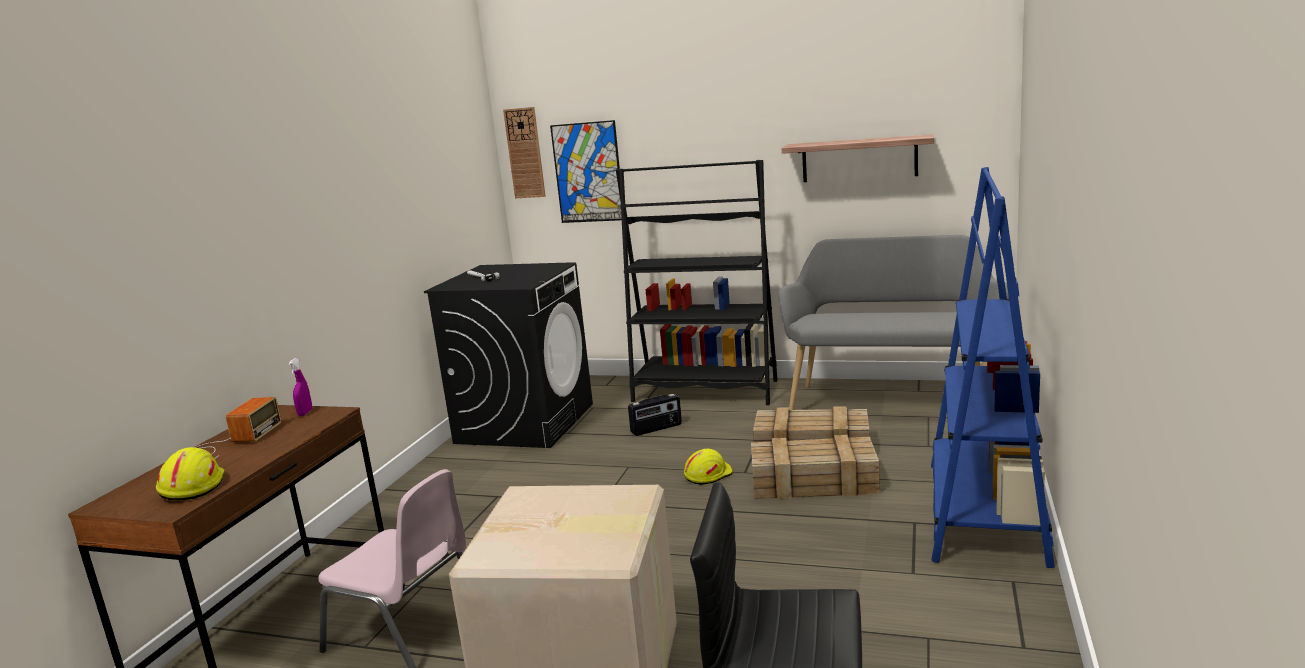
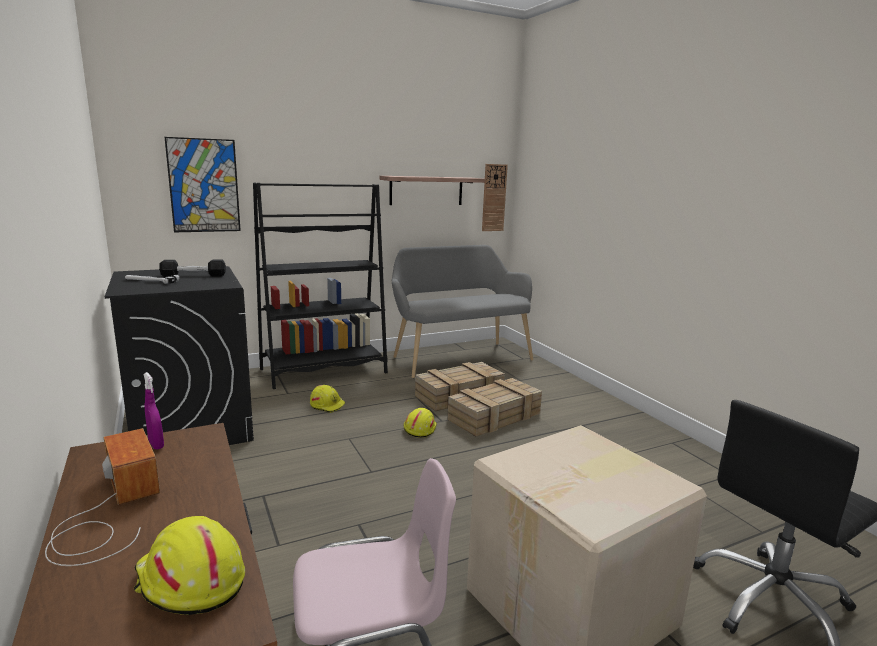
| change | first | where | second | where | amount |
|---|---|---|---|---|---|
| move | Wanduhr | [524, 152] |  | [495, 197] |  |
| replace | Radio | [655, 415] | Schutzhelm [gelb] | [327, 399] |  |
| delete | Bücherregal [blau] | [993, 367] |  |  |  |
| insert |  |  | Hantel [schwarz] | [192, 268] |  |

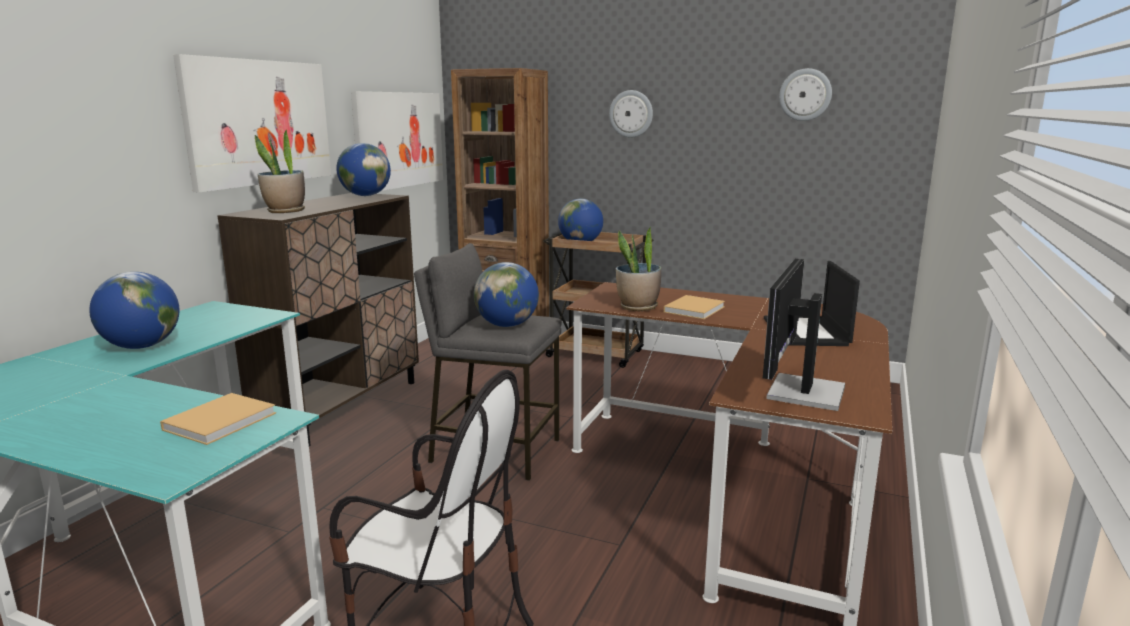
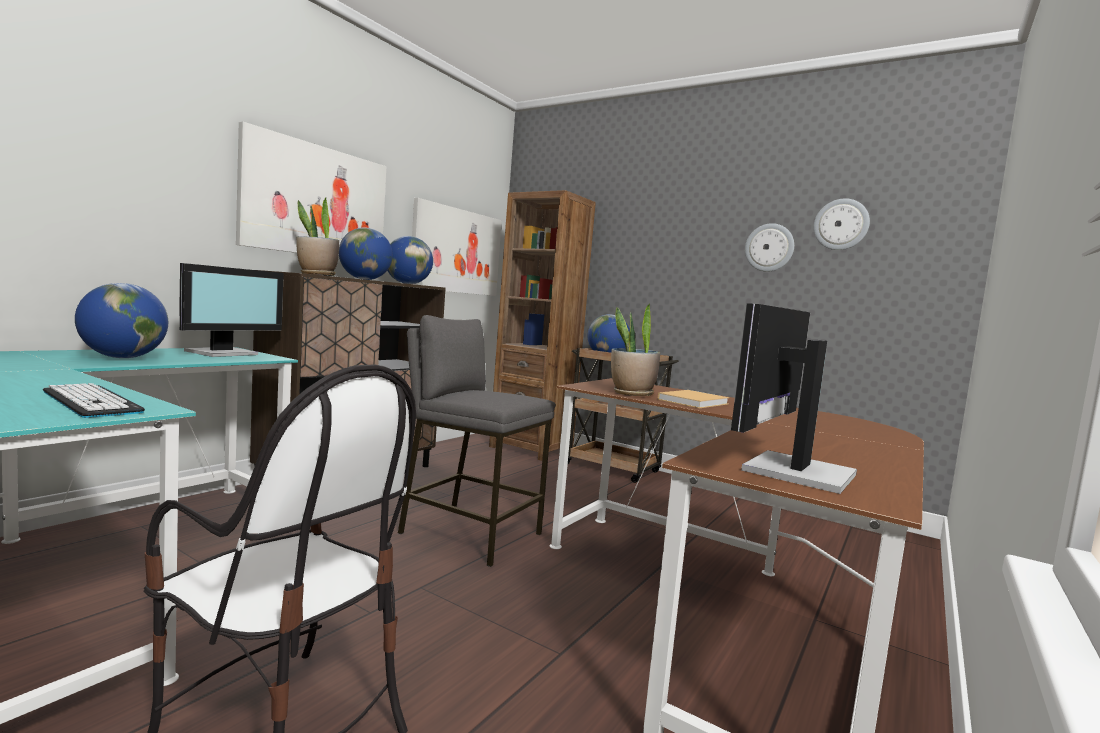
| change | first | where | second | where | amount |
|---|---|---|---|---|---|
| replace | Buch [beige] | [218, 419] | Tastatur | [94, 400] |  |
| move | Globus | [506, 294] |  | [366, 253] |  |
| move | Wanduhr | [631, 114] |  | [769, 247] |  |
| delete | Laptop | [812, 303] |  |  |  |
| insert |  |  | Monitor | [231, 310] |  |

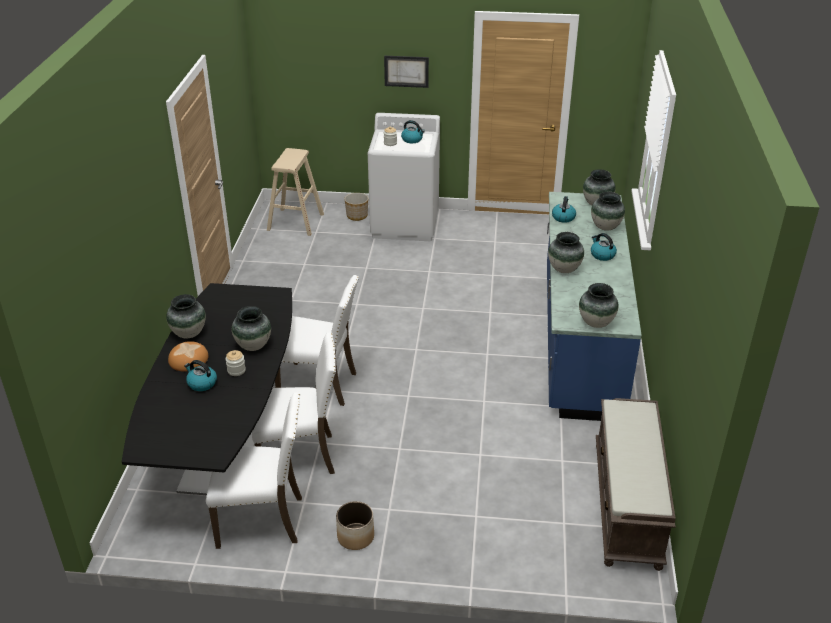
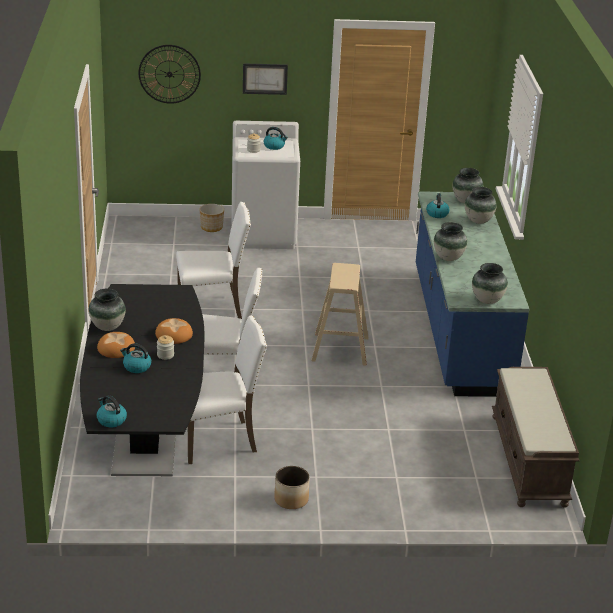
| change | first | where | second | where | amount |
|---|---|---|---|---|---|
| move | Stuhl [weiß] | [254, 470] |  | [213, 260] |  |
| replace | Vase | [251, 328] | Brot | [174, 331] |  |
| move | Hocker [beige] | [295, 192] |  | [340, 314] |  |
| move | Wasserkessel | [604, 247] |  | [112, 411] |  |
| insert |  |  | Wanduhr | [170, 74] |  |

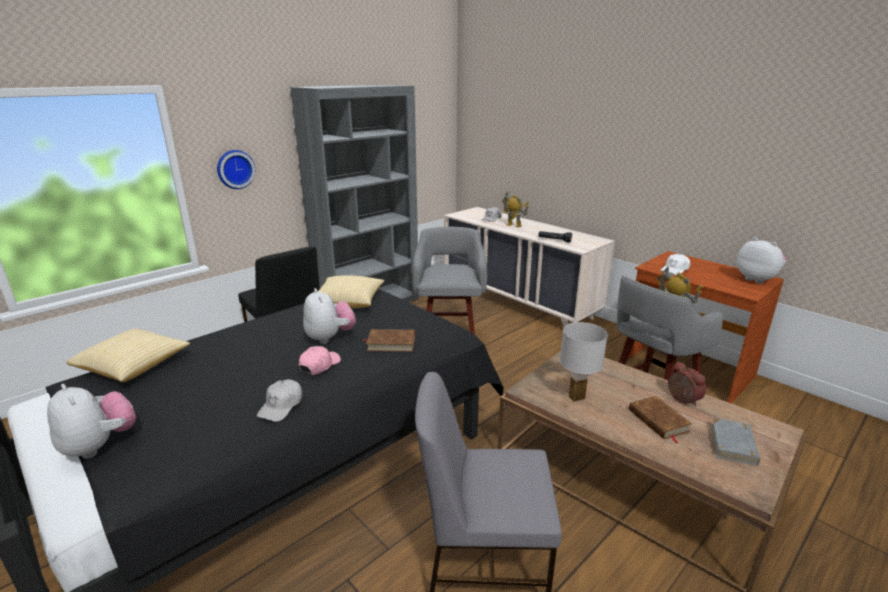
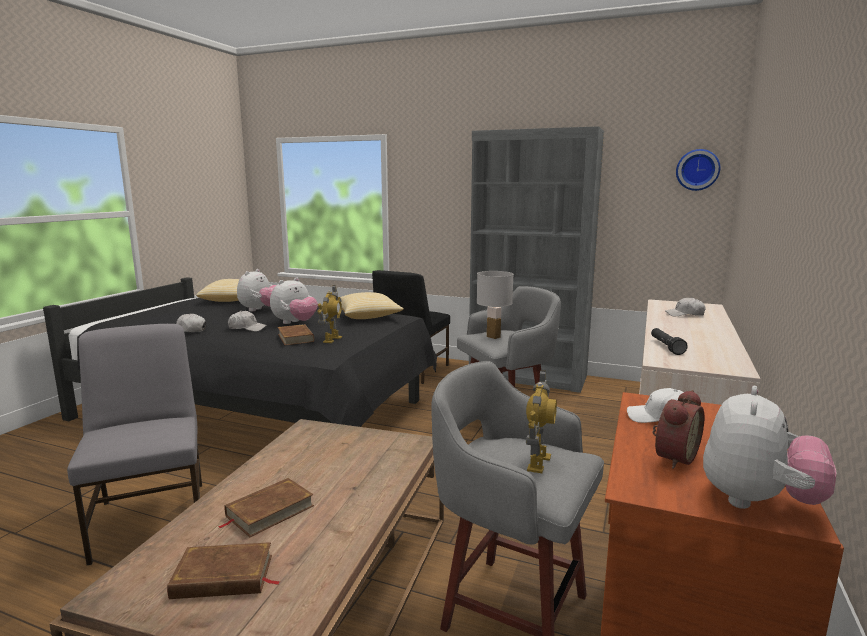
| change | first | where | second | where | amount |
|---|---|---|---|---|---|
| move | Plüschtier | [91, 421] |  | [256, 290] |  |
| move | Wanduhr | [236, 169] |  | [698, 170] |  |
| recolor | Kappe [rosa] | [320, 360] | Kappe [weiß] | [247, 321] |  |
| move | Spielzeugroboter | [515, 209] |  | [329, 314] |  |
| move | Tischlampe [weiß] | [584, 361] |  | [495, 305] |  |
| move | Wecker | [687, 383] |  | [678, 429] |  |
| recolor | Buch [grau] | [735, 441] | Buch [braun] | [224, 570] |  |

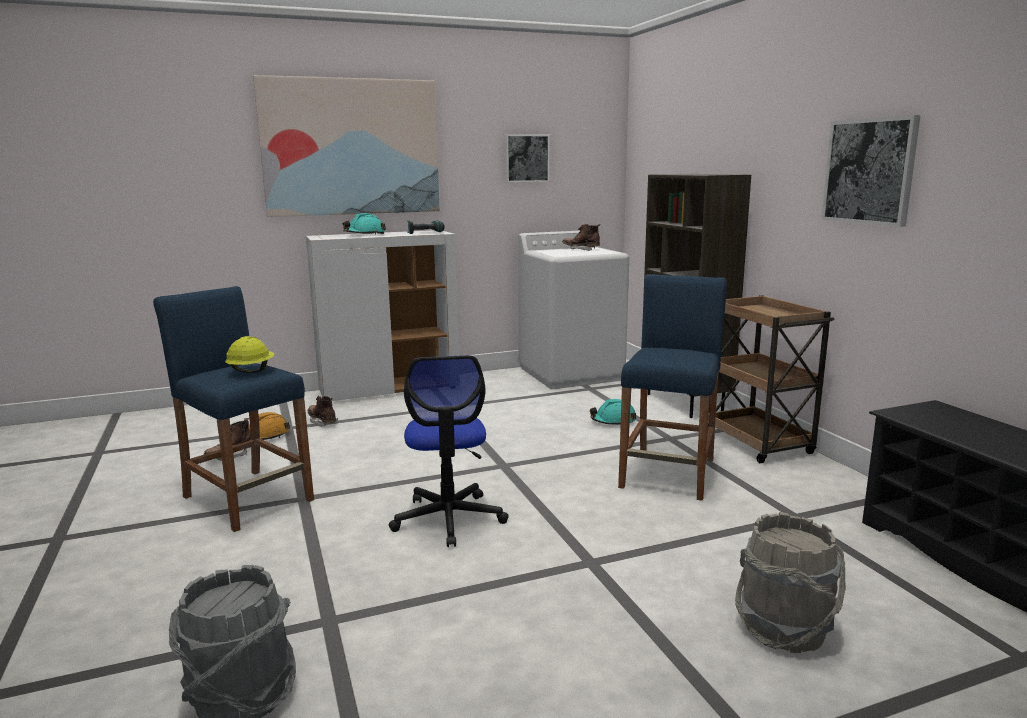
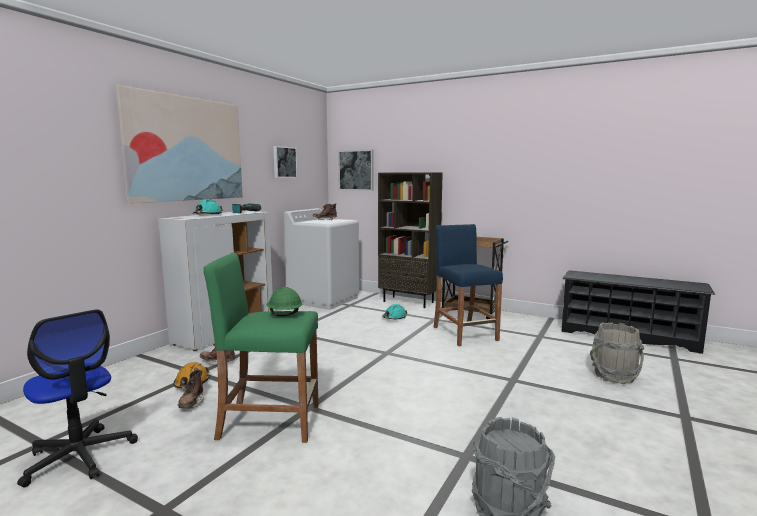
| change | first | where | second | where | amount |
|---|---|---|---|---|---|
| recolor | Hocker [blau] | [233, 409] | Hocker [grün] | [261, 348] |  |
| recolor | Schutzhelm [gelb] | [250, 354] | Schutzhelm [grün] | [284, 301] |  |
| move | Bürostuhl | [449, 451] |  | [77, 398] |  |
| move | Bild | [871, 171] |  | [356, 170] |  |

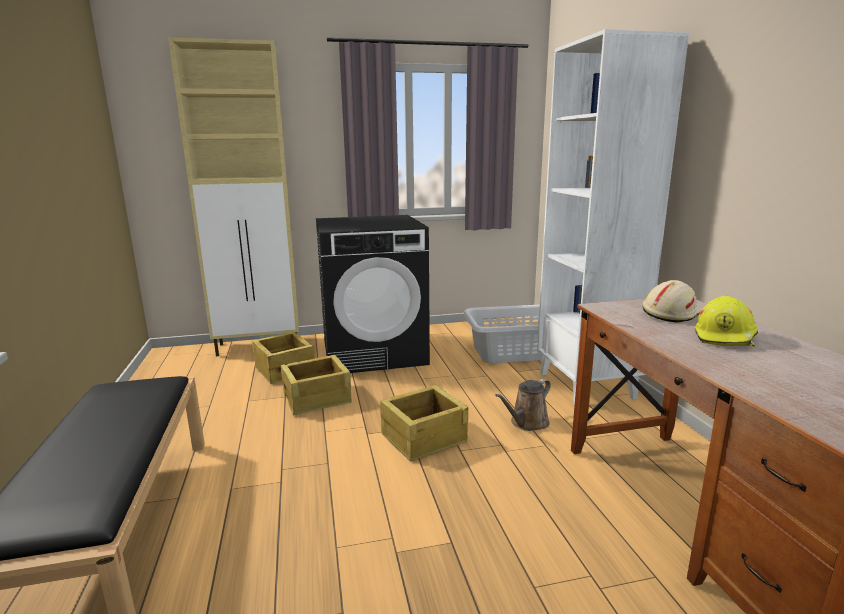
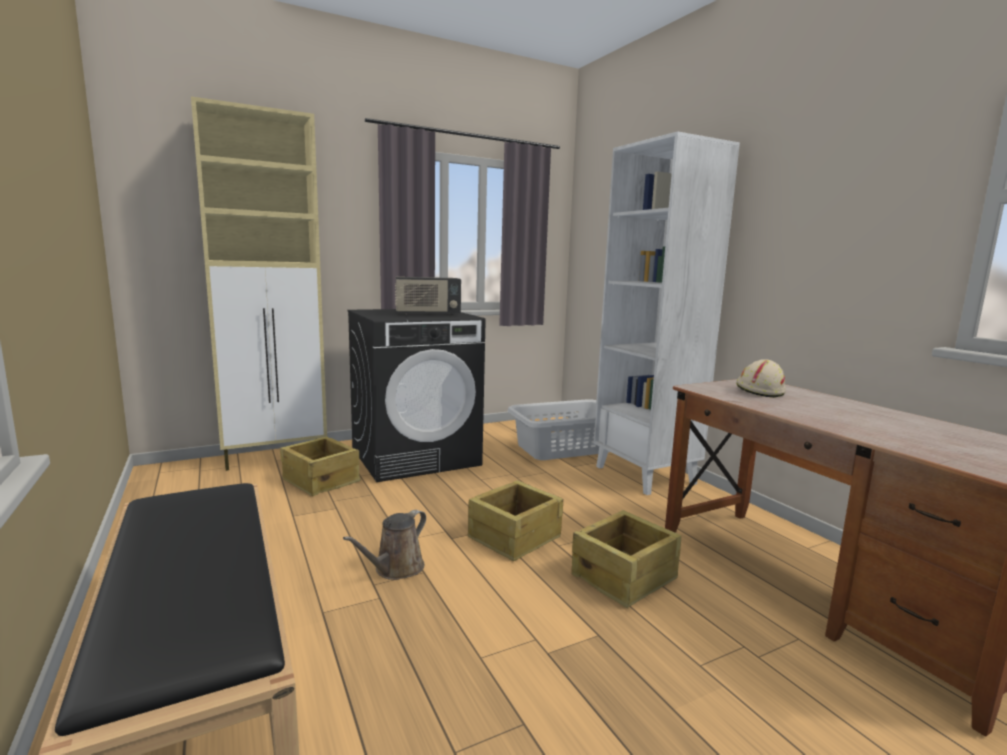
| change | first | where | second | where | amount |
|---|---|---|---|---|---|
| move | Kiste | [316, 385] |  | [626, 559] |  |
| move | Gießkanne [braun] | [523, 404] |  | [384, 545] |  |
| delete | Schutzhelm [gelb] | [726, 321] |  |  |  |
| insert |  |  | Radio | [428, 296] |  |

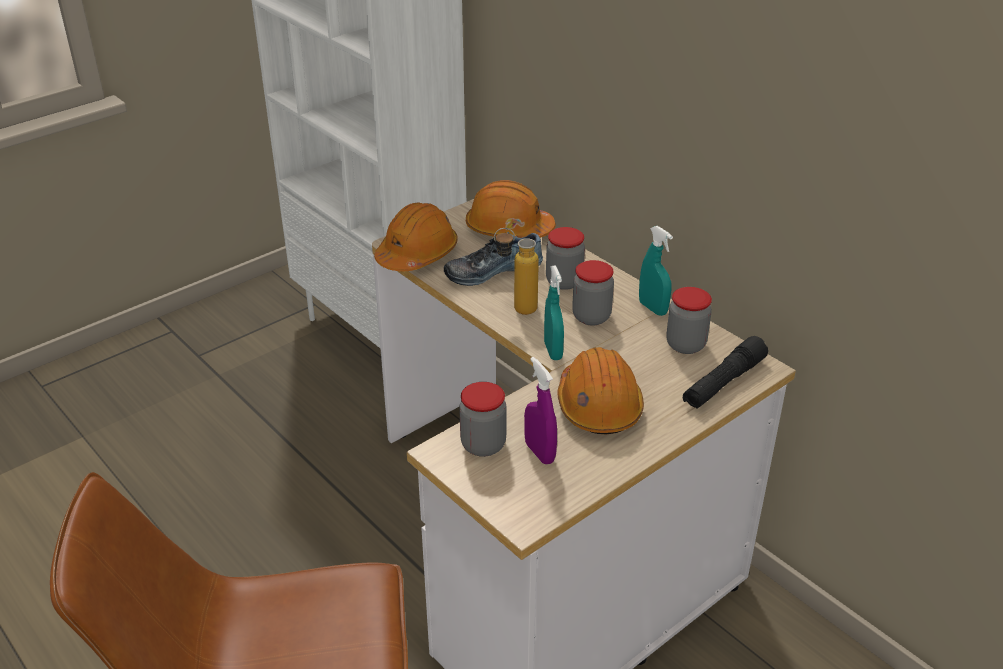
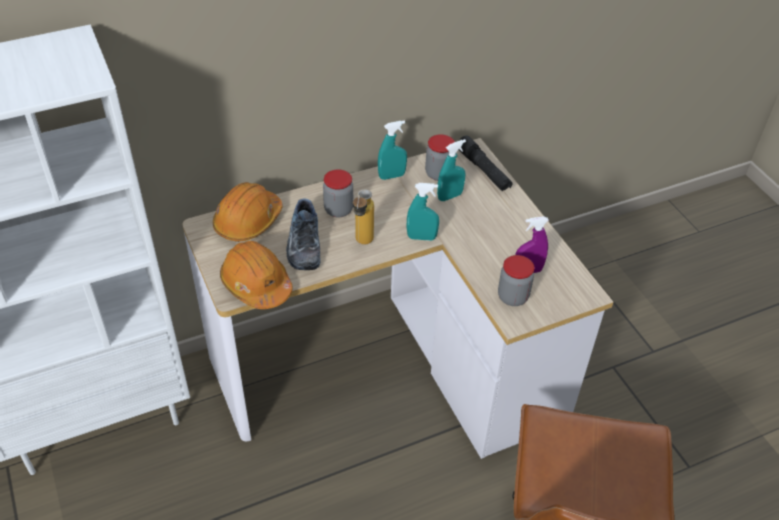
| change | first | where | second | where | amount |
|---|---|---|---|---|---|
| delete | Schutzhelm [orange] | [600, 391] |  |  |  |
| delete | Vorratsglas | [593, 292] |  |  |  |
| insert |  |  | Sprühflasche [türkis] | [451, 170] |  |

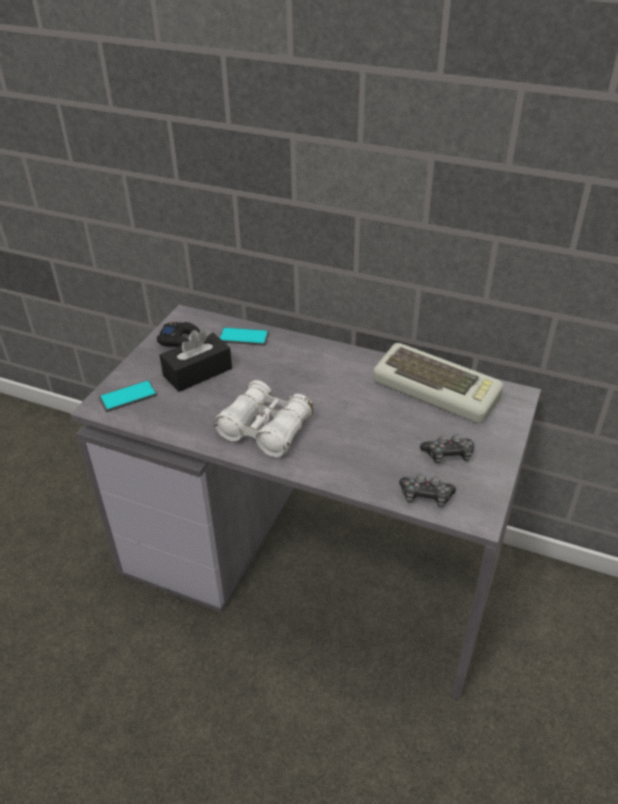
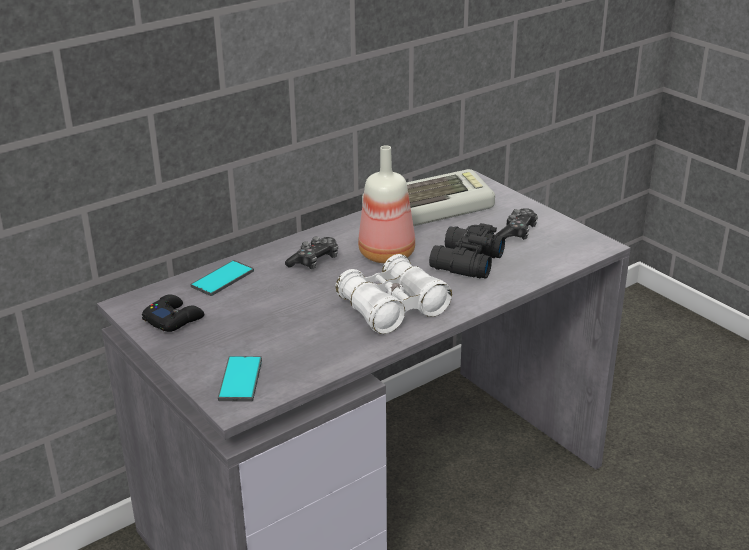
| change | first | where | second | where | amount |
|---|---|---|---|---|---|
| delete | Taschentuchbox [schwarz] | [196, 360] |  |  |  |
| move | Gamepad | [427, 491] |  | [311, 252] |  |
| insert |  |  | Flasche | [386, 204] |  |
| insert |  |  | Fernglas [schwarz] | [467, 251] |  |

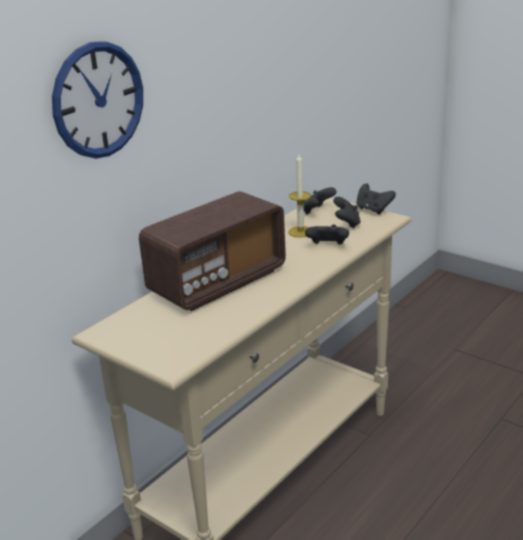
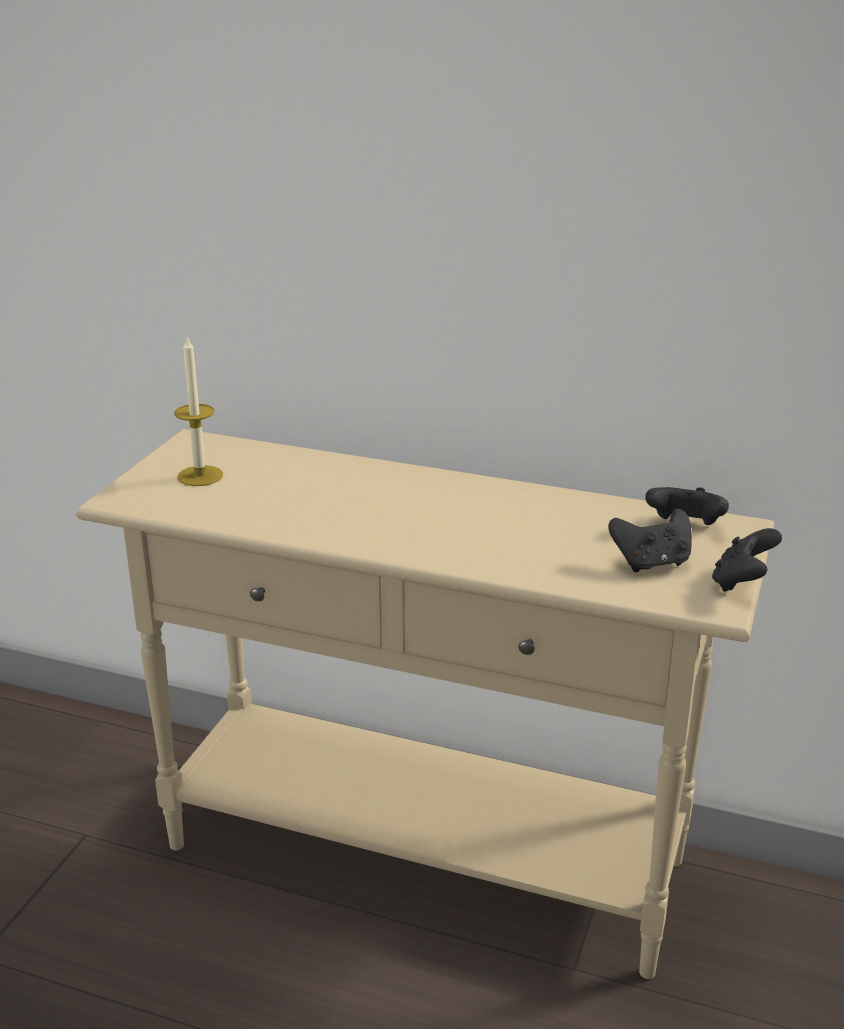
| change | first | where | second | where | amount |
|---|---|---|---|---|---|
| delete | Wanduhr | [97, 100] |  |  |  |
| delete | Radio | [212, 251] |  |  |  |
| move | Kerze | [299, 196] |  | [198, 411] |  |
| delete | Gamepad [schwarz] | [327, 235] |  |  |  |

